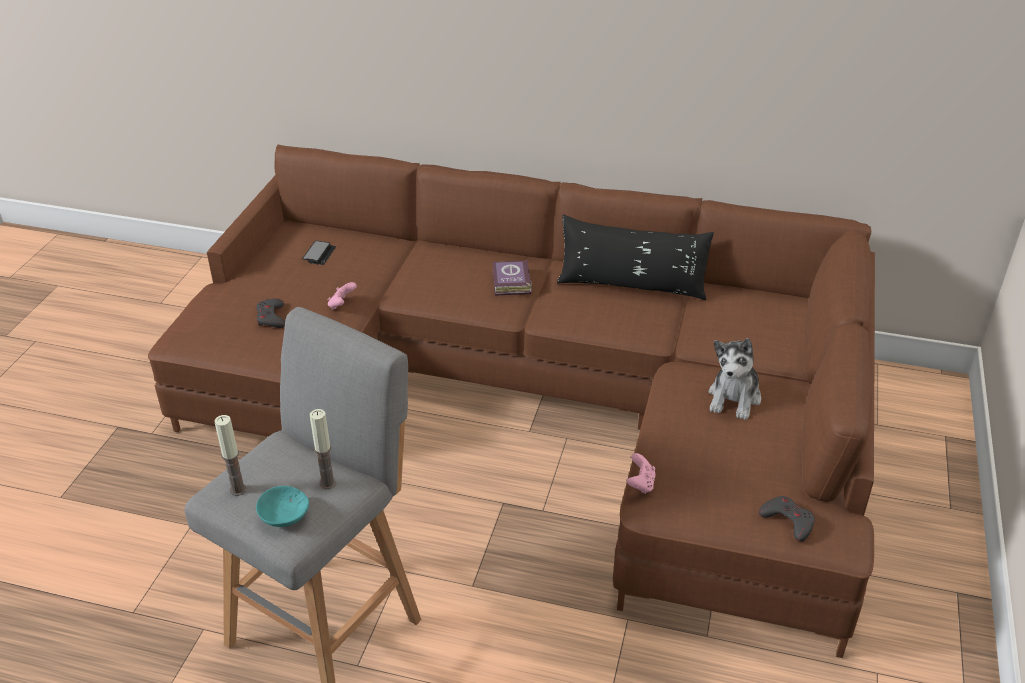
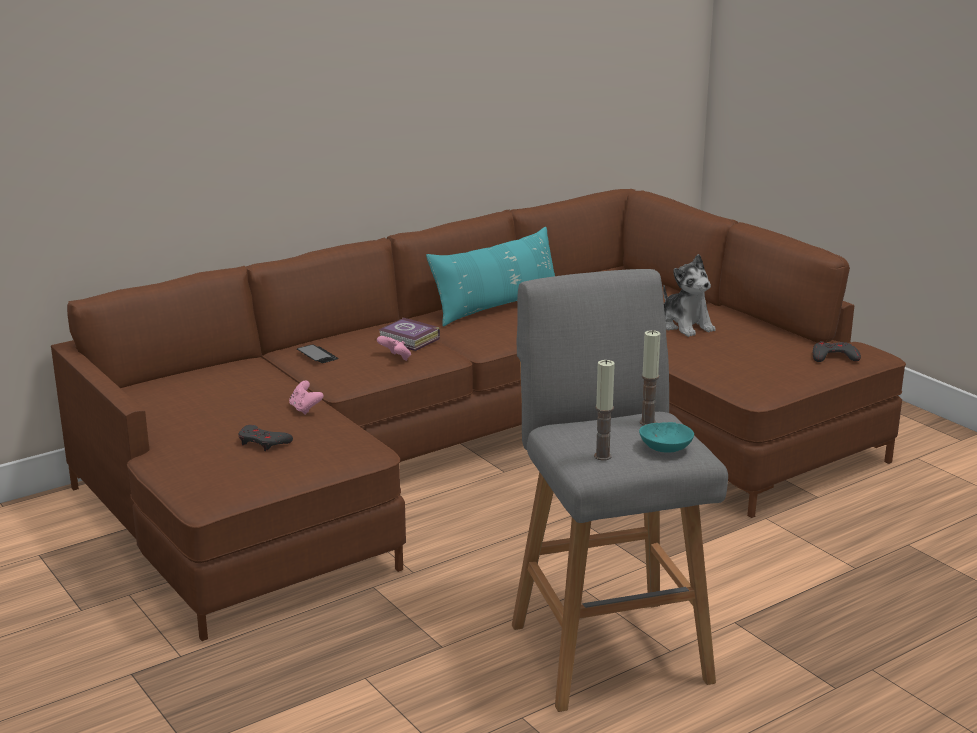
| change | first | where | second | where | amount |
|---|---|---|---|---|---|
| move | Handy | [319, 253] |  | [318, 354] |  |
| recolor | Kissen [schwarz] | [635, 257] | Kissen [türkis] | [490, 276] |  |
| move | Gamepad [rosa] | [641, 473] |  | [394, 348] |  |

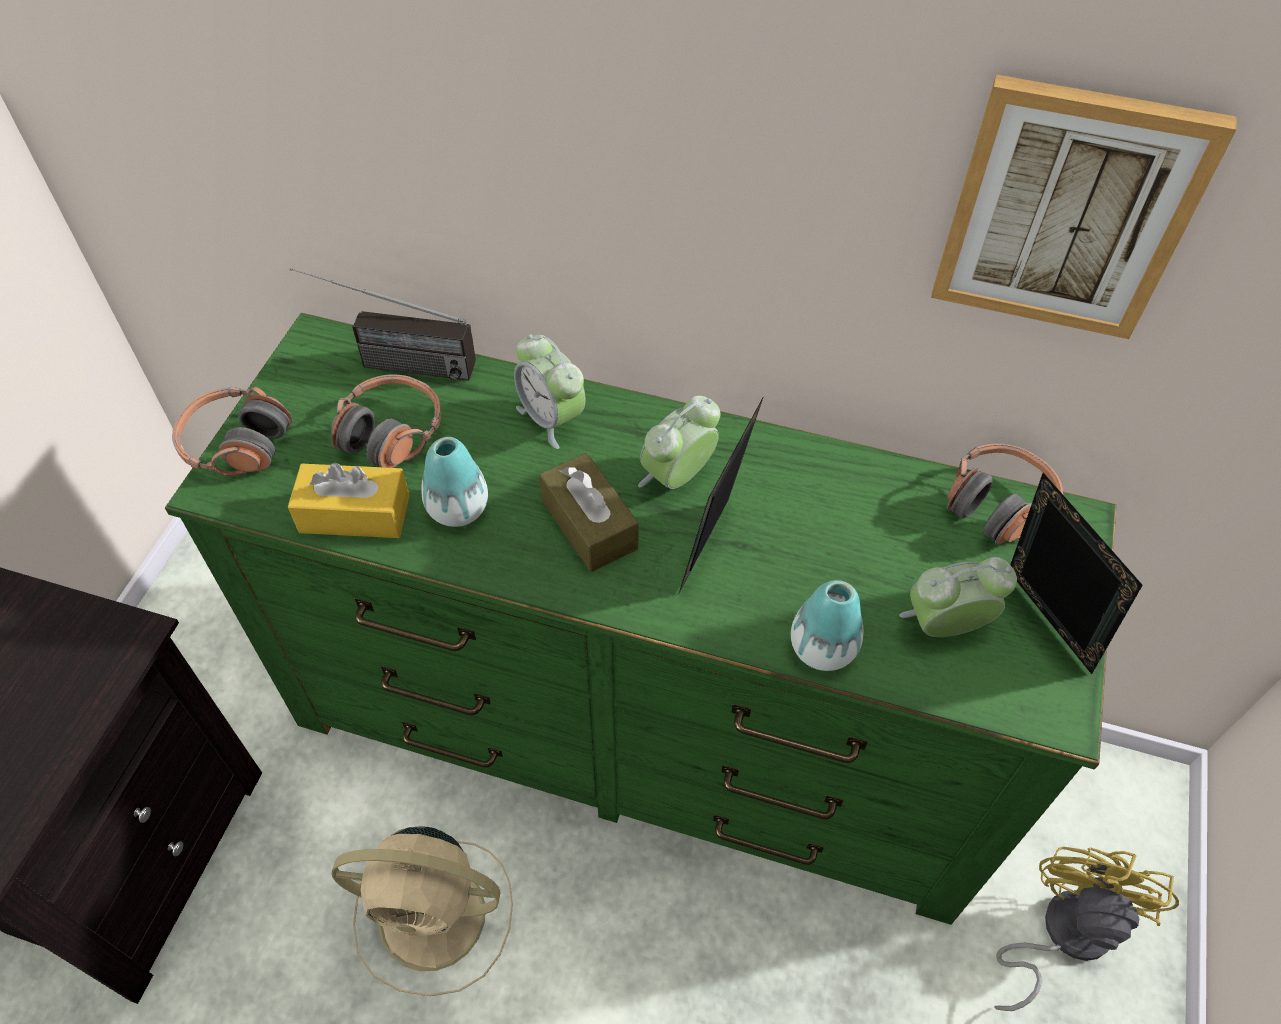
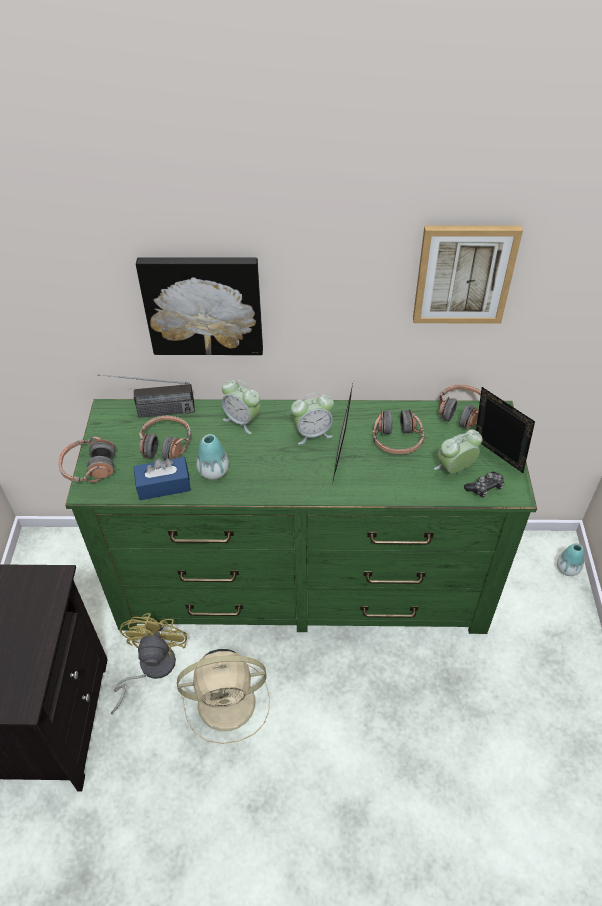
| change | first | where | second | where | amount |
|---|---|---|---|---|---|
| recolor | Taschentuchbox [gelb] | [349, 500] | Taschentuchbox [blau] | [162, 478] |  |
| delete | Taschentuchbox [braun] | [589, 512] |  |  |  |
| rotate | Wecker | [679, 442] |  | [312, 419] | 135 degrees counterclockwise |
| move | Vase | [827, 625] |  | [570, 560] |  |
| move | Ventilator [gelb] | [1086, 929] |  | [149, 663] |  |
| insert |  |  | Bild | [199, 306] |  |
| insert |  |  | Kopfhörer | [398, 431] |  |
| insert |  |  | Gamepad | [484, 485] |  |

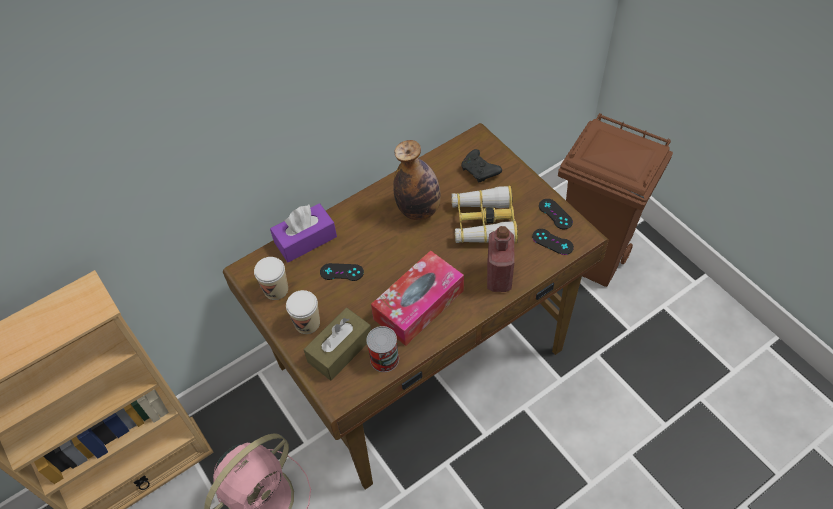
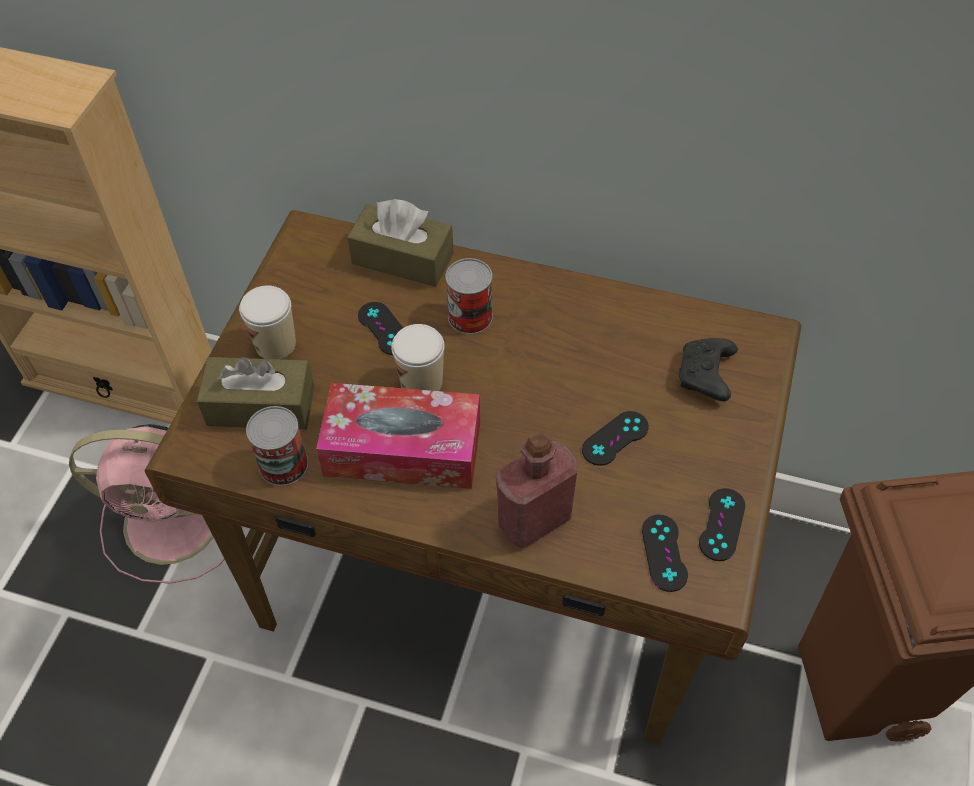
| change | first | where | second | where | amount |
|---|---|---|---|---|---|
| move | Tasse | [271, 278] |  | [418, 357] |  |
| recolor | Taschentuchbox [lila] | [303, 233] | Taschentuchbox [braun] | [400, 243] |  |
| delete | Flasche | [417, 180] |  |  |  |
| replace | Fernglas | [484, 215] | Gamepad [schwarz] | [615, 438] |  |
| insert |  |  | Dose | [469, 296] |  |

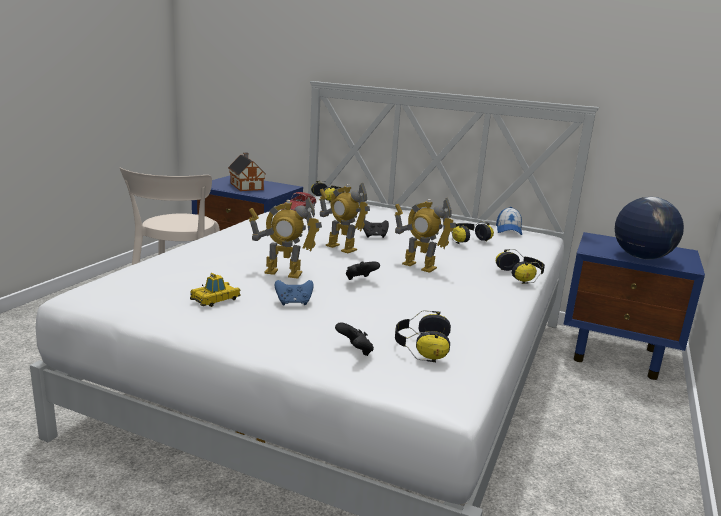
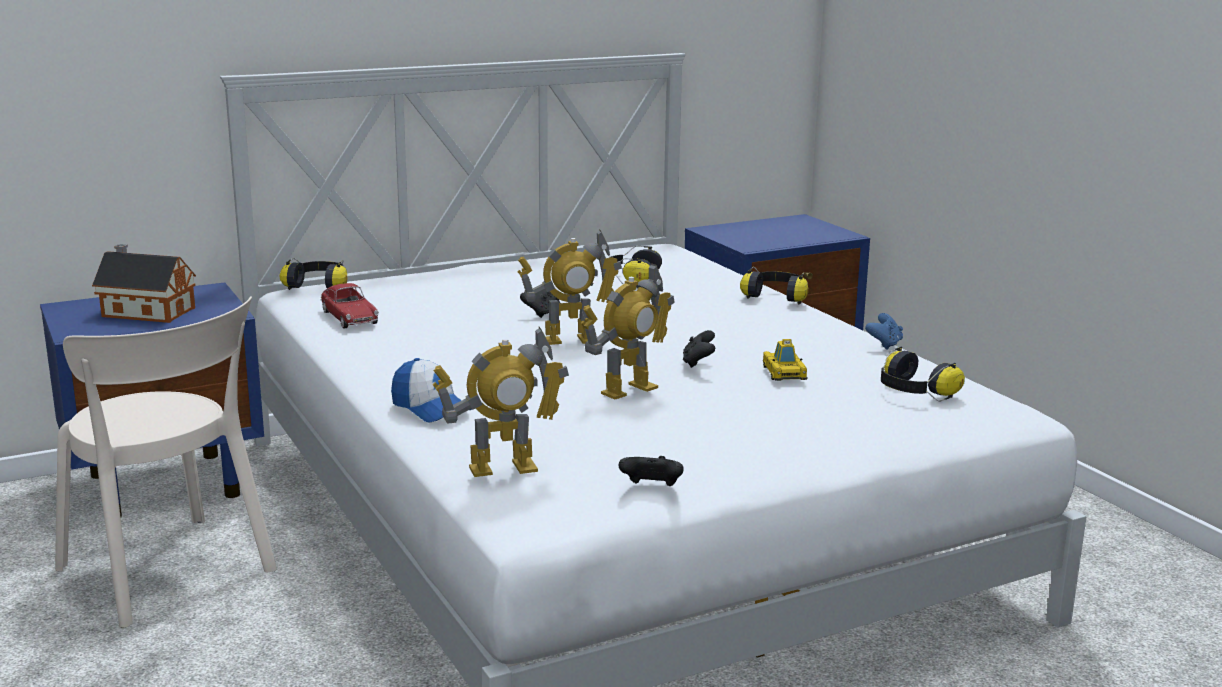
| change | first | where | second | where | amount |
|---|---|---|---|---|---|
| move | Spielzeugauto | [215, 290] |  | [785, 360] |  |
| move | Gamepad [blau] | [294, 292] |  | [884, 331] |  |
| move | Gamepad [schwarz] | [354, 339] |  | [651, 471] |  |
| move | Spielzeugroboter | [425, 235] |  | [500, 402] |  |
| move | Kappe | [509, 221] |  | [431, 390] |  |
| delete | Globus | [649, 228] |  |  |  |

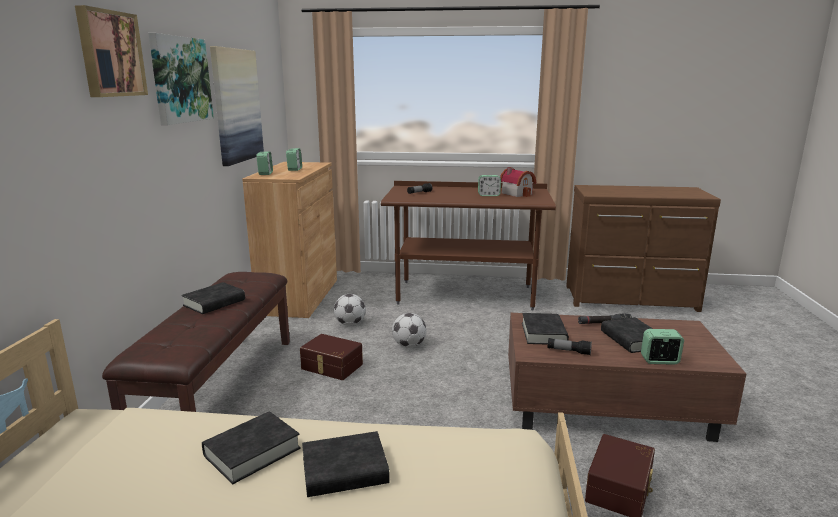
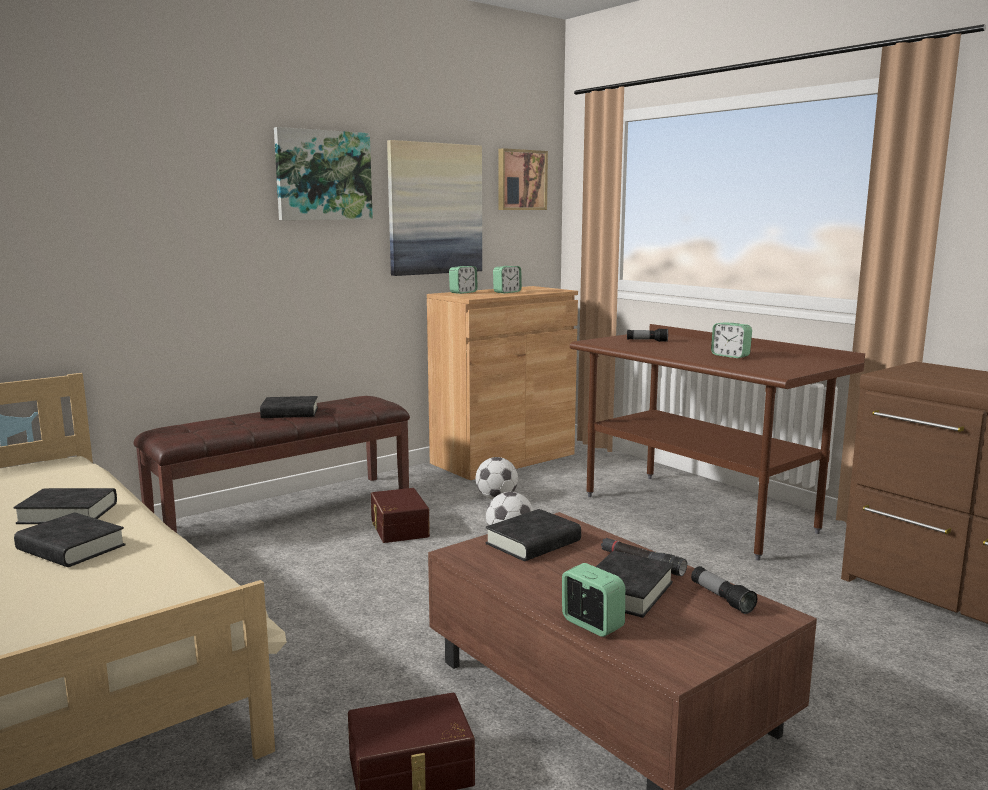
| change | first | where | second | where | amount |
|---|---|---|---|---|---|
| move | Bild | [111, 51] |  | [523, 179] |  |
| delete | Spielzeughaus | [518, 182] |  |  |  |
| move | Taschenlampe | [570, 346] |  | [724, 590] |  |

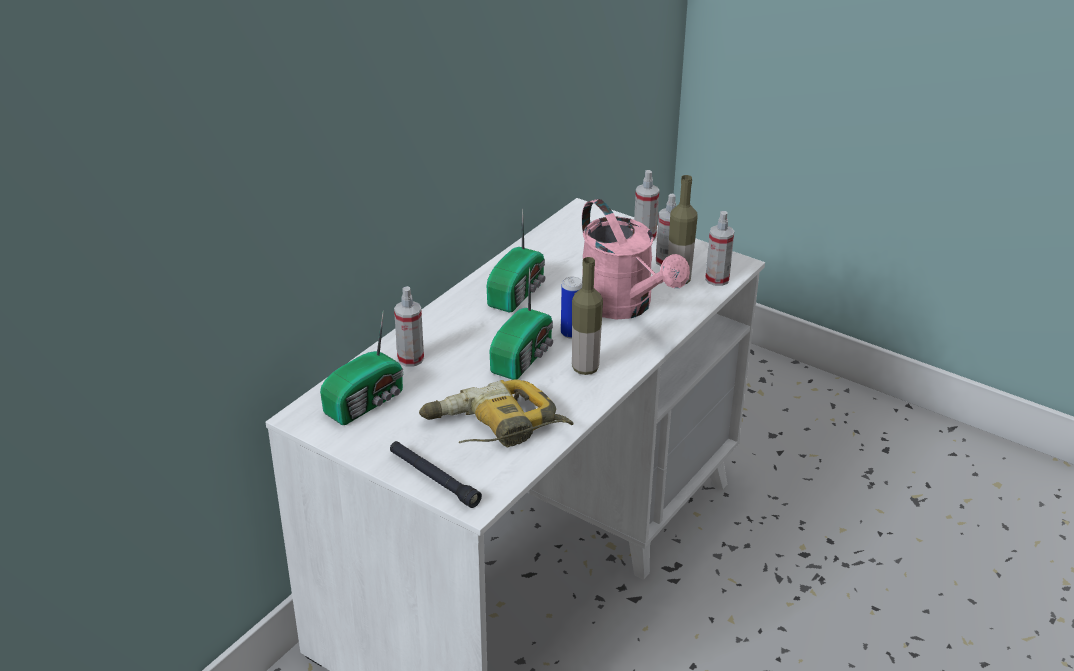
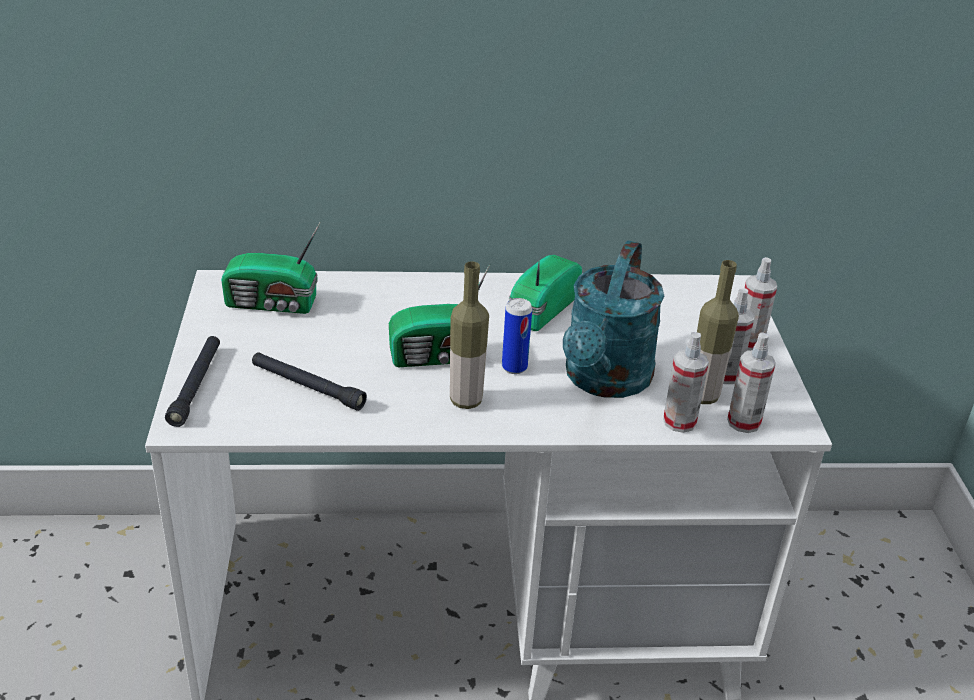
| change | first | where | second | where | amount |
|---|---|---|---|---|---|
| move | Sprühflasche | [409, 326] |  | [686, 382] |  |
| replace | Bohrmaschine | [496, 413] | Taschenlampe [schwarz] | [309, 381] |  |
| rotate | Radio | [516, 260] |  | [545, 293] | 135 degrees clockwise |
| recolor | Gießkanne [rosa] | [636, 259] | Gießkanne [türkis] | [613, 319] |  |

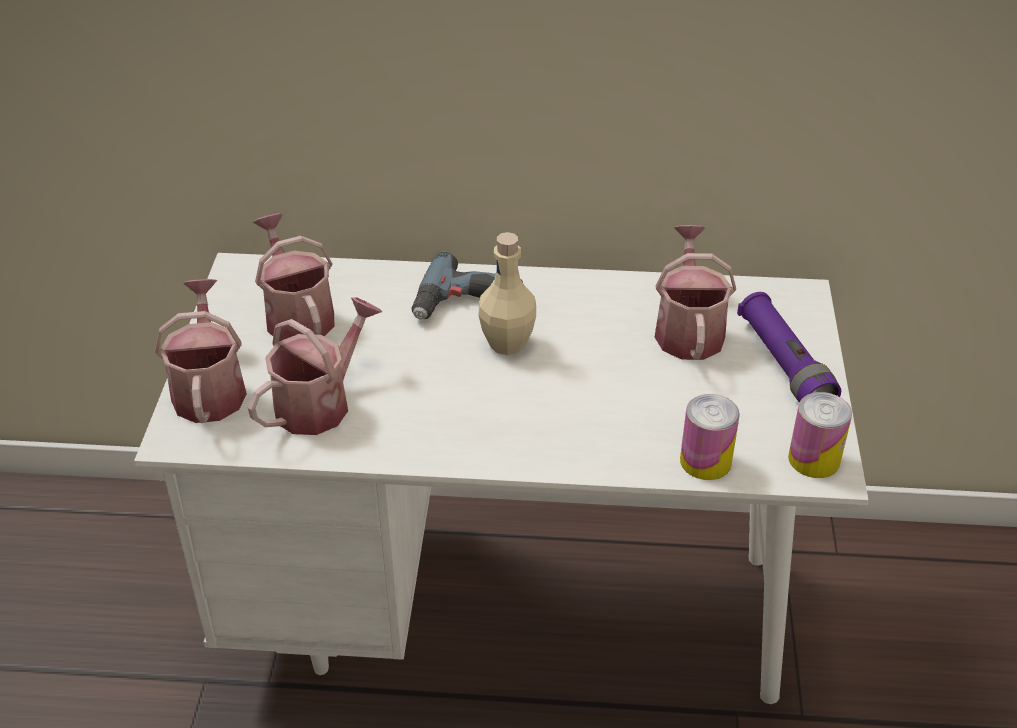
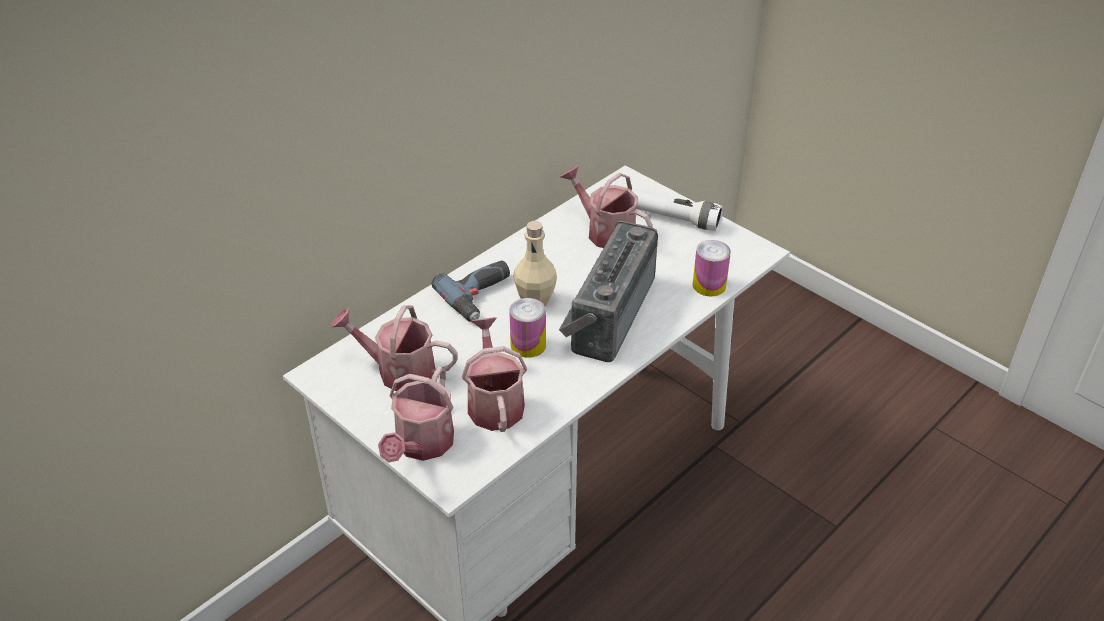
| change | first | where | second | where | amount |
|---|---|---|---|---|---|
| rotate | Gießkanne | [201, 351] |  | [416, 415] | 105 degrees counterclockwise |
| recolor | Taschenlampe [lila] | [789, 347] | Taschenlampe [weiß] | [674, 208] |  |
| move | Dose | [820, 435] |  | [527, 328] |  |
| insert |  |  | Radio | [608, 291] |  |

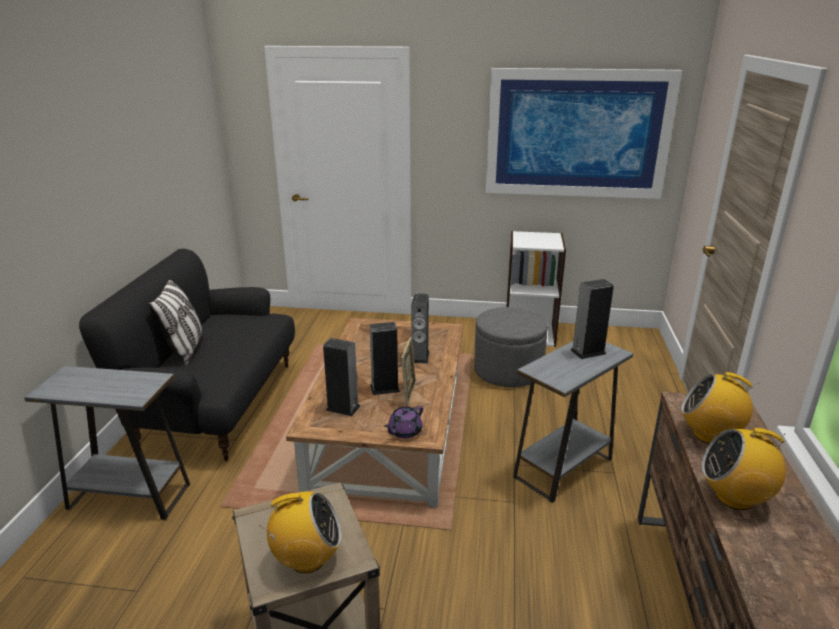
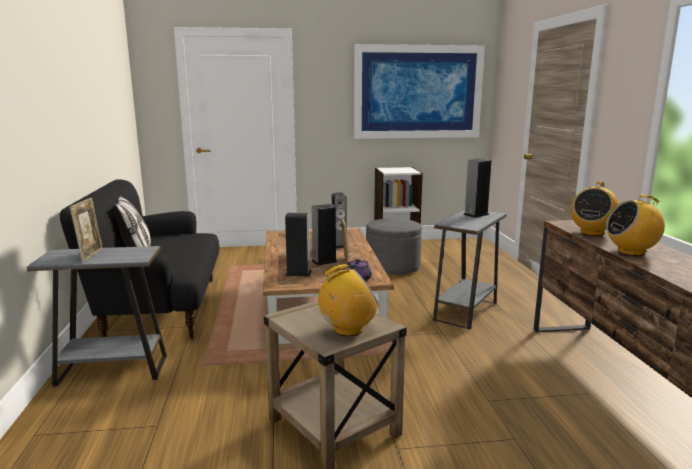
| change | first | where | second | where | amount |
|---|---|---|---|---|---|
| rotate | Radio | [720, 408] |  | [595, 208] | 60 degrees counterclockwise |
| insert |  |  | Bilderrahmen | [86, 230] |  |

